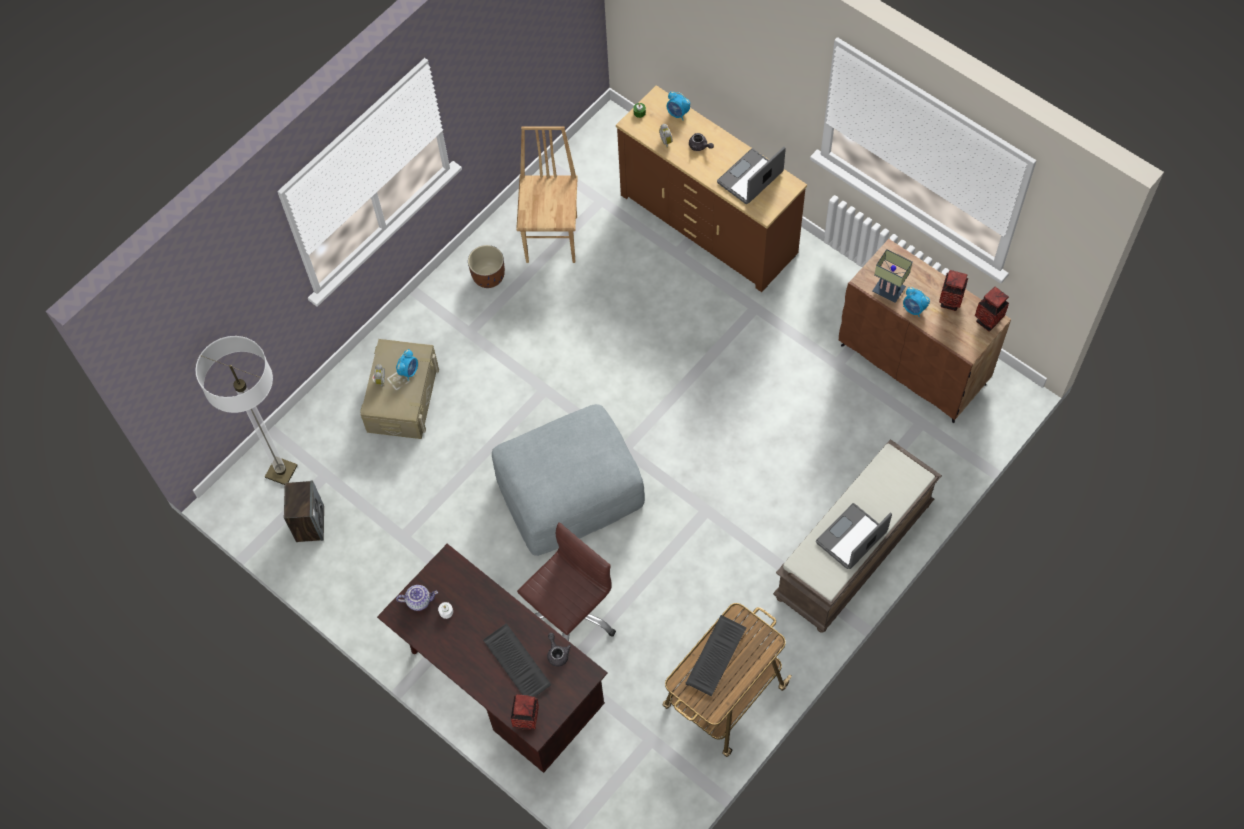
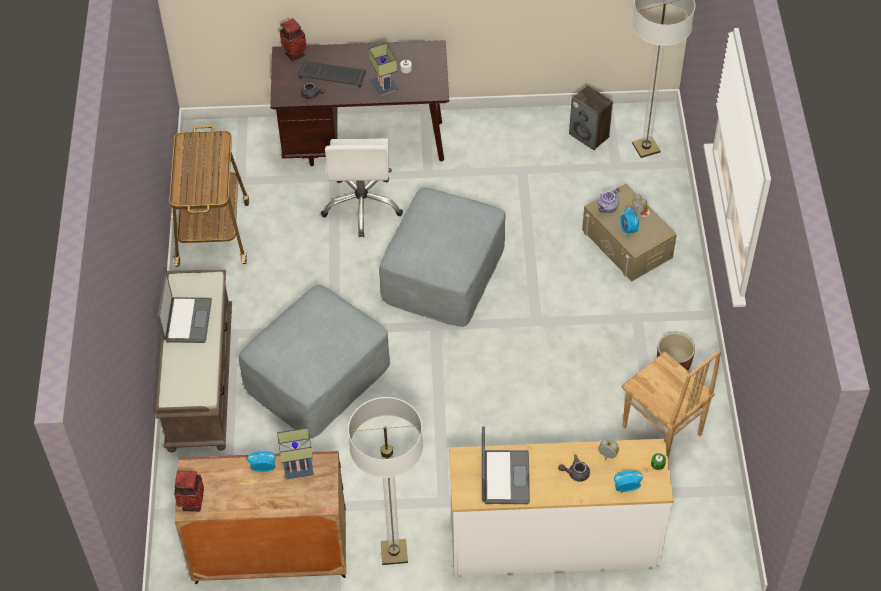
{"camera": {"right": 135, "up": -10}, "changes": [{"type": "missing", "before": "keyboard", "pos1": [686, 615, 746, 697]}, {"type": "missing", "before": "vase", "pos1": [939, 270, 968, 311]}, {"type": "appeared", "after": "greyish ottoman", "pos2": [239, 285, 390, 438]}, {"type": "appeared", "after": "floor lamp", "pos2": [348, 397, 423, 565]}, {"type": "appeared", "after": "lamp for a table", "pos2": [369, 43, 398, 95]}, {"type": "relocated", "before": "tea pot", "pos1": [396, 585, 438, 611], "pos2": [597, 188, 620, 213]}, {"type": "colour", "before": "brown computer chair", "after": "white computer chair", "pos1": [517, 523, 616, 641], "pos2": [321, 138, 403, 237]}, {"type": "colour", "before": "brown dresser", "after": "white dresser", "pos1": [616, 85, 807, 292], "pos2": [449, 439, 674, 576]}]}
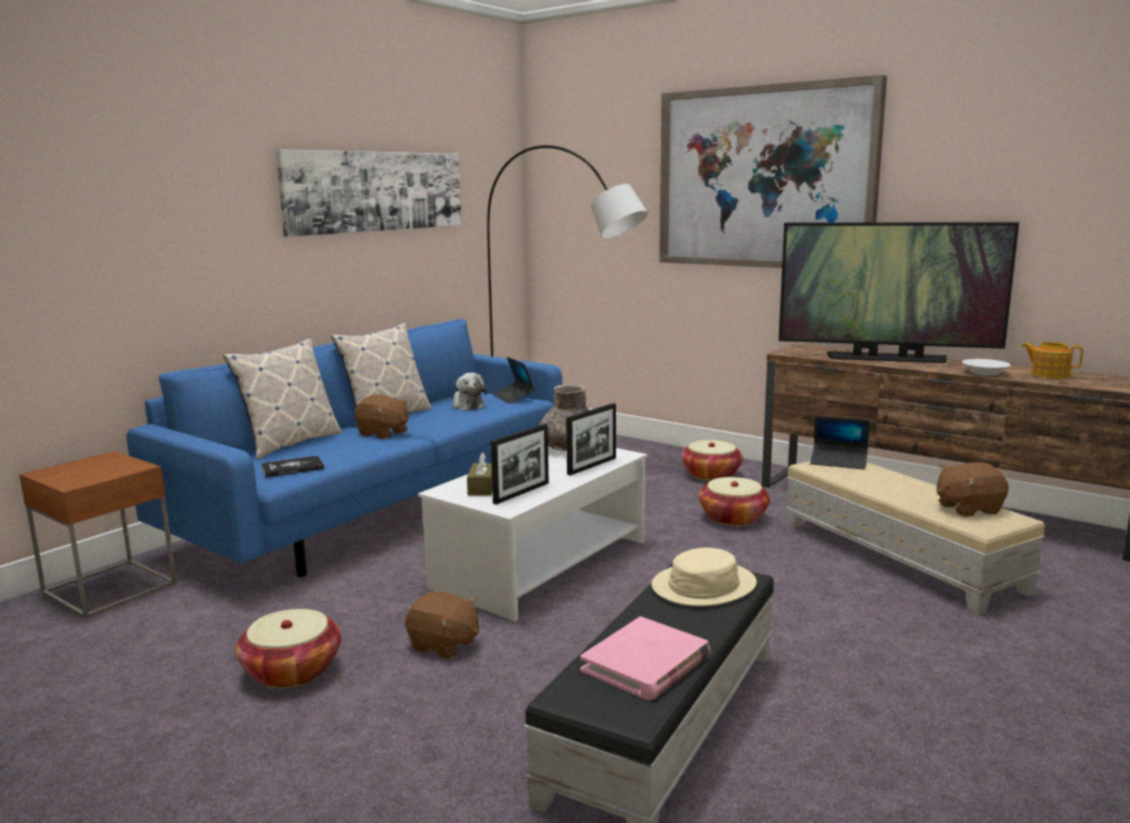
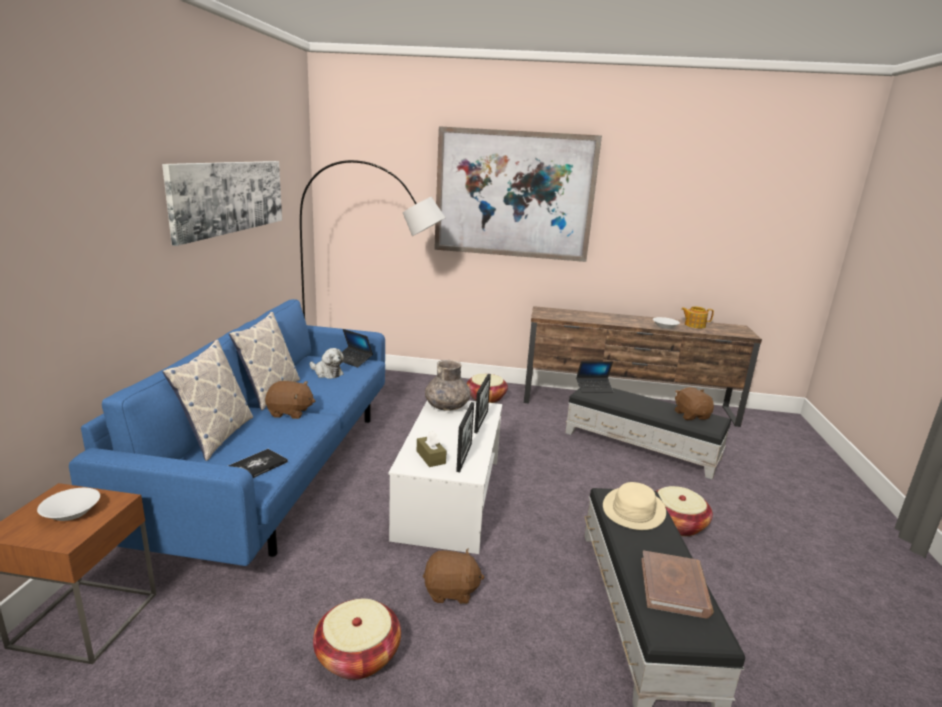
{"camera": {"right": -30, "up": 5}, "changes": [{"type": "missing", "before": "TV", "pos1": [779, 222, 1019, 363]}, {"type": "appeared", "after": "white bowl", "pos2": [37, 488, 100, 521]}, {"type": "relocated", "before": "basket", "pos1": [699, 477, 770, 526], "pos2": [657, 486, 713, 536]}, {"type": "colour", "before": "pink-coloured bound book", "after": "brown bound book", "pos1": [580, 616, 711, 700], "pos2": [641, 550, 714, 619]}, {"type": "colour", "before": "beige-coloured ottoman", "after": "blackish ottoman", "pos1": [785, 461, 1045, 616], "pos2": [565, 388, 731, 479]}, {"type": "spun", "before": "brown cuddly toy", "pos1": [936, 462, 1009, 517], "pos2": [675, 387, 714, 420], "turn": 120}]}
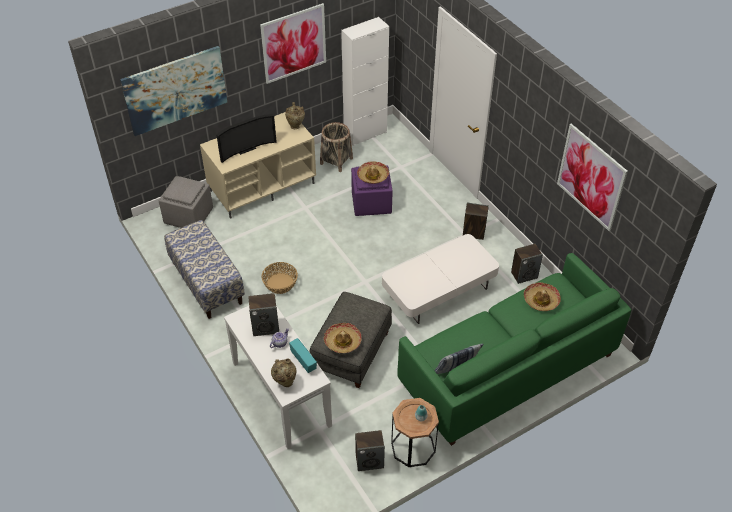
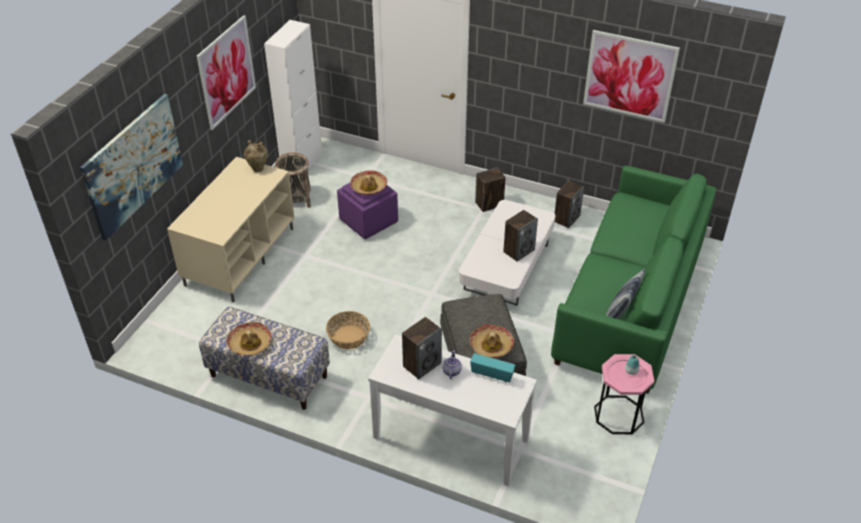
{"camera": {"right": -35, "up": -5}, "changes": [{"type": "missing", "before": "greyish ottoman", "pos1": [159, 176, 213, 228]}, {"type": "missing", "before": "TV", "pos1": [216, 114, 277, 163]}, {"type": "missing", "before": "beige-coloured vase", "pos1": [271, 359, 297, 387]}, {"type": "relocated", "before": "audio speaker", "pos1": [355, 430, 385, 471], "pos2": [503, 210, 538, 262]}, {"type": "relocated", "before": "clothing hat", "pos1": [524, 282, 561, 311], "pos2": [227, 322, 272, 356]}, {"type": "colour", "before": "brown accent table", "after": "pink-coloured accent table", "pos1": [391, 398, 439, 467], "pos2": [594, 354, 654, 434]}]}
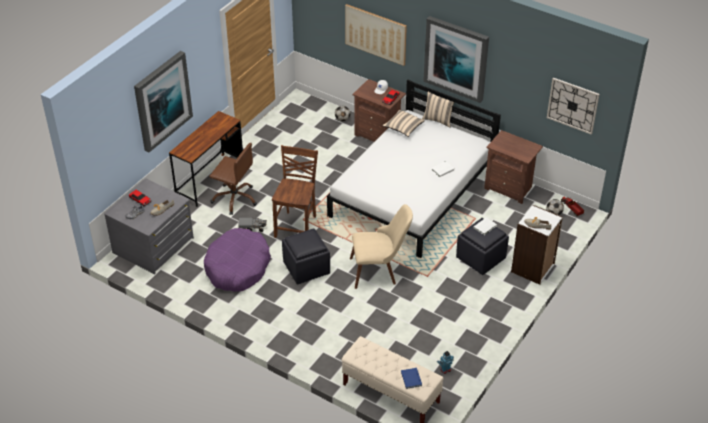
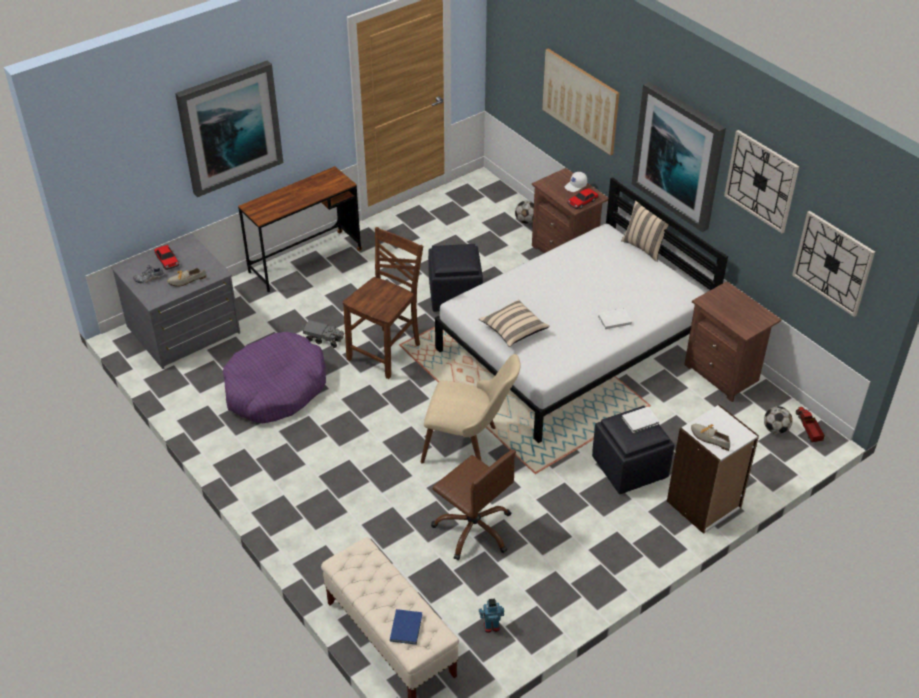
{"camera": {"right": 20, "up": 0}, "changes": [{"type": "appeared", "after": "wall clock", "pos2": [724, 130, 799, 233]}, {"type": "relocated", "before": "brown computer chair", "pos1": [209, 143, 257, 215], "pos2": [431, 449, 516, 561]}, {"type": "relocated", "before": "blackish ottoman", "pos1": [282, 229, 330, 284], "pos2": [428, 244, 483, 312]}, {"type": "relocated", "before": "beige-coloured throw pillow", "pos1": [382, 110, 425, 137], "pos2": [479, 300, 549, 347]}]}
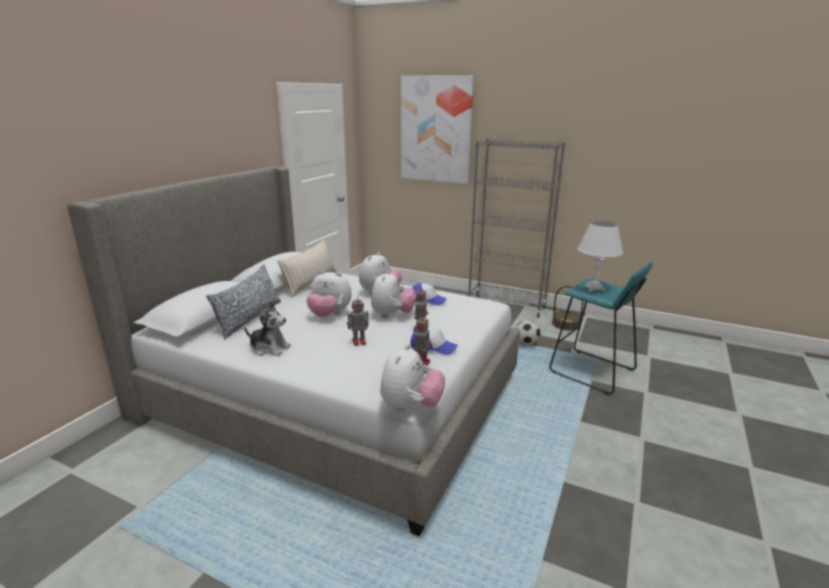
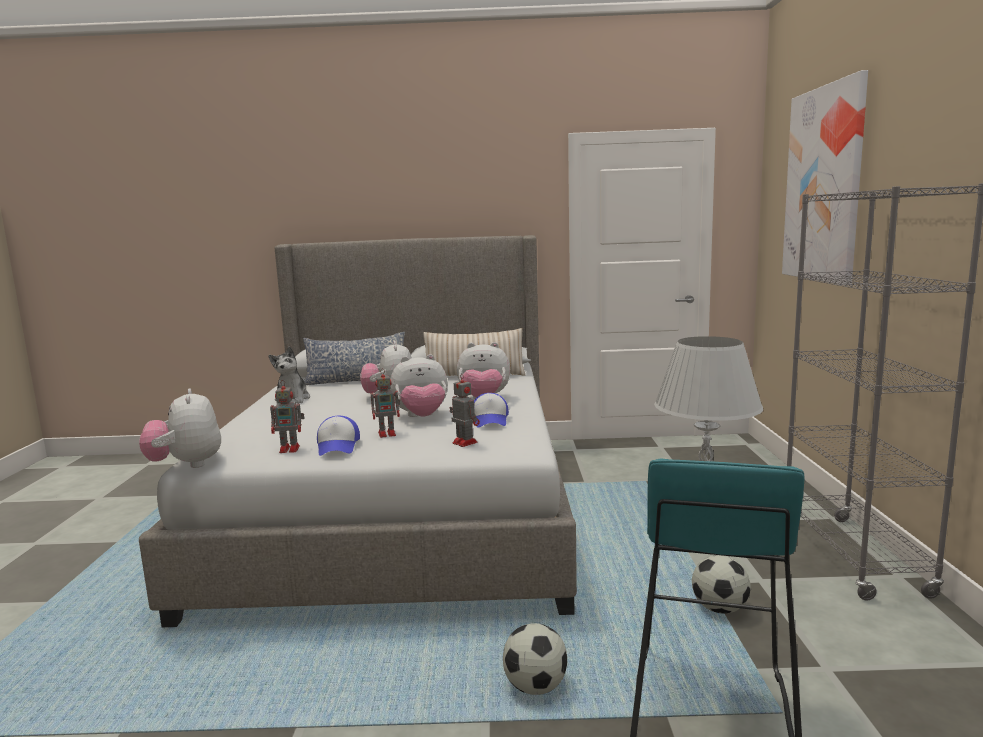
{"camera": {"right": 65, "up": -10}, "changes": [{"type": "missing", "before": "basket", "pos1": [552, 286, 583, 331]}, {"type": "appeared", "after": "football ball", "pos2": [503, 623, 567, 695]}, {"type": "relocated", "before": "toy robot", "pos1": [347, 296, 369, 346], "pos2": [450, 374, 480, 447]}, {"type": "spun", "before": "cuddly toy", "pos1": [380, 344, 445, 411], "pos2": [139, 388, 221, 468], "turn": 75}]}
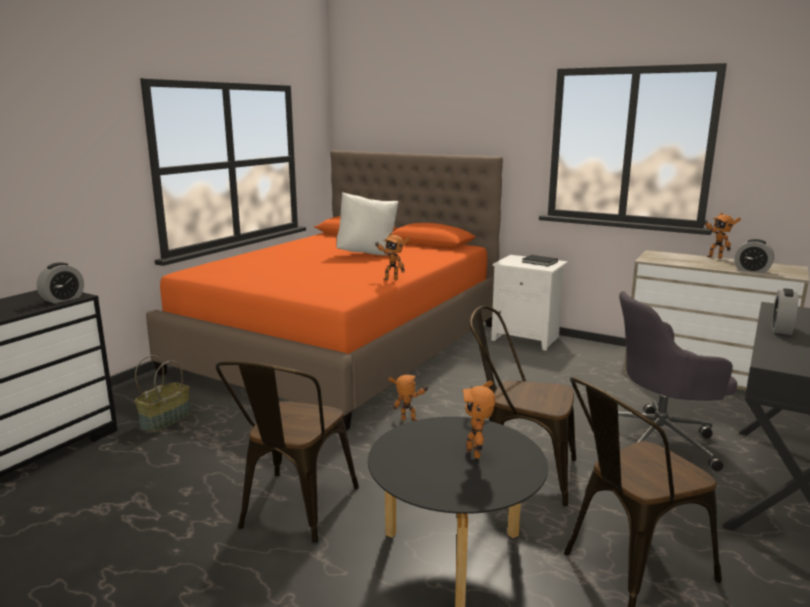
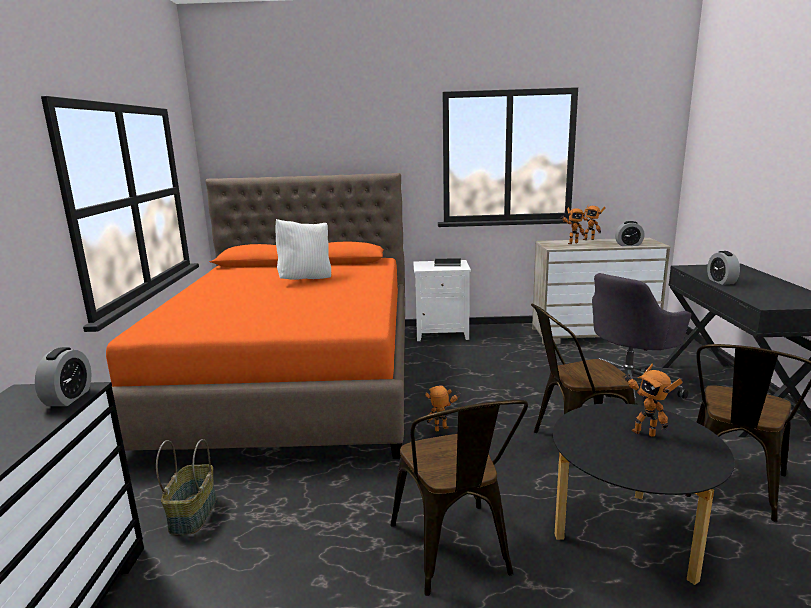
{"camera": {"right": -30, "up": 0}, "changes": [{"type": "relocated", "before": "toy robot", "pos1": [374, 232, 410, 280], "pos2": [561, 207, 586, 244]}]}
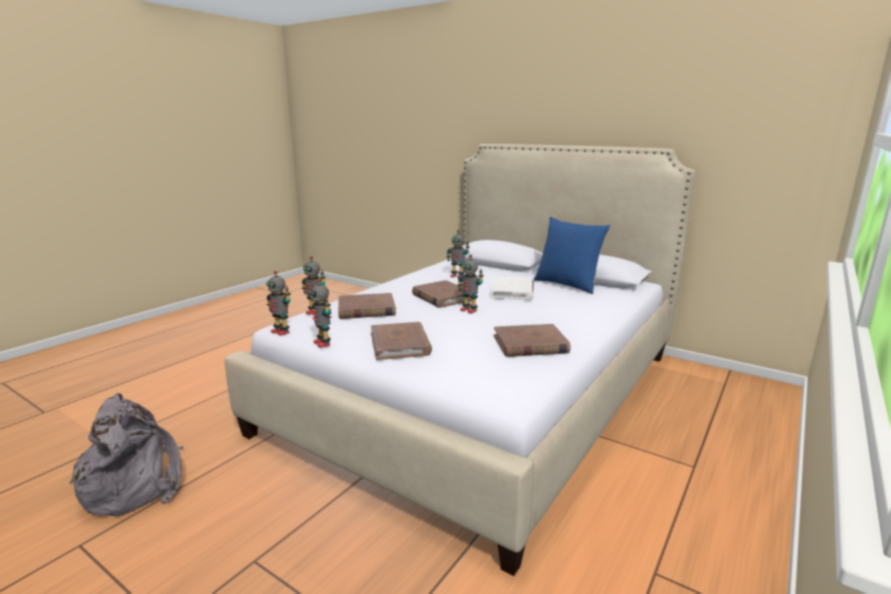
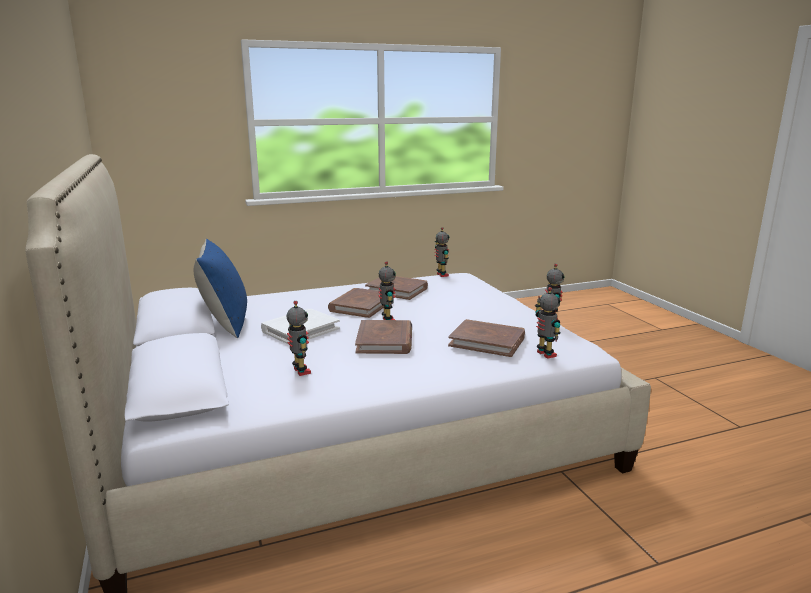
{"camera": {"right": -145, "up": 0}, "changes": [{"type": "missing", "before": "greyish rucksack", "pos1": [70, 393, 184, 516]}, {"type": "relocated", "before": "toy robot", "pos1": [266, 271, 291, 336], "pos2": [435, 227, 449, 277]}, {"type": "relocated", "before": "brown bound book", "pos1": [371, 322, 432, 360], "pos2": [328, 288, 384, 318]}]}
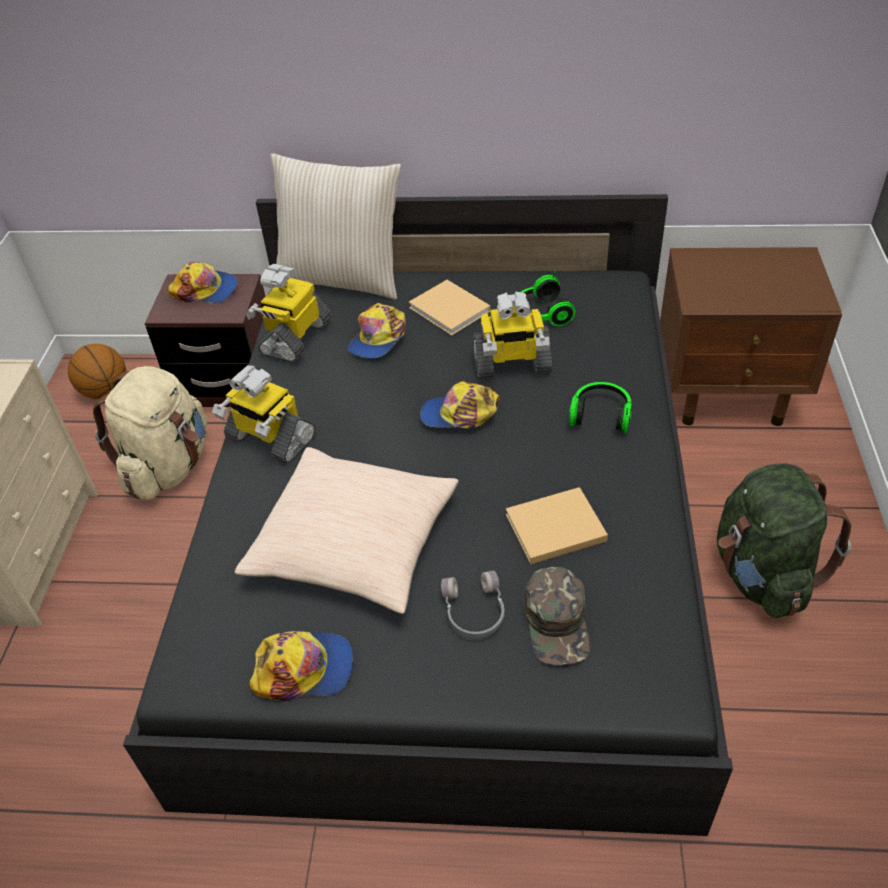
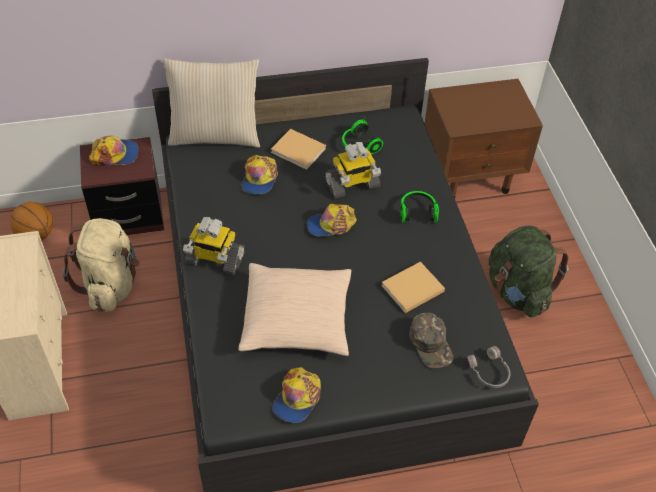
{"camera": {"right": -20, "up": 5}, "changes": [{"type": "missing", "before": "toy robot", "pos1": [246, 264, 332, 362]}, {"type": "relocated", "before": "greyish pair of headphones", "pos1": [441, 570, 504, 638], "pos2": [467, 346, 511, 388]}, {"type": "spun", "before": "baseball cap", "pos1": [249, 631, 353, 701], "pos2": [272, 367, 321, 423], "turn": 135}]}
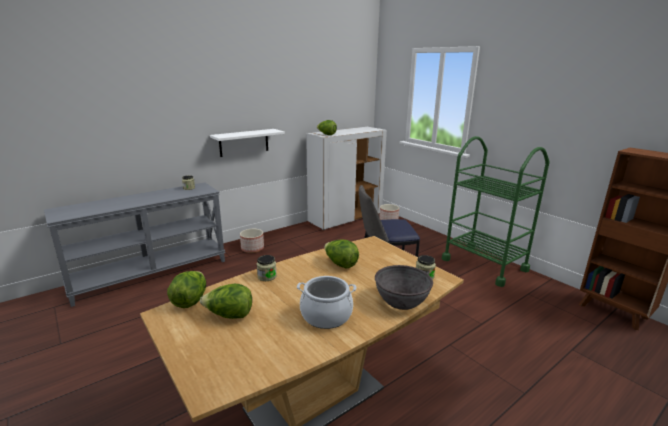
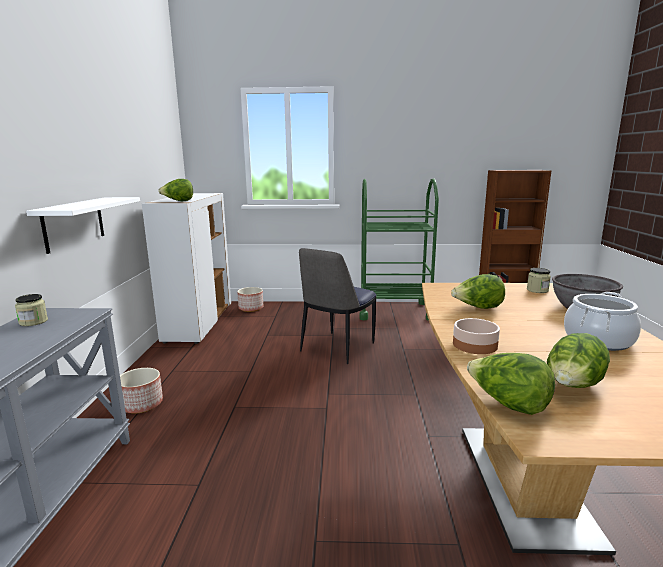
{"camera": {"right": -50, "up": -5}, "changes": [{"type": "exchanged", "before": "preserve jar", "after": "bowl", "pos1": [257, 255, 277, 281], "pos2": [453, 318, 500, 354]}]}
